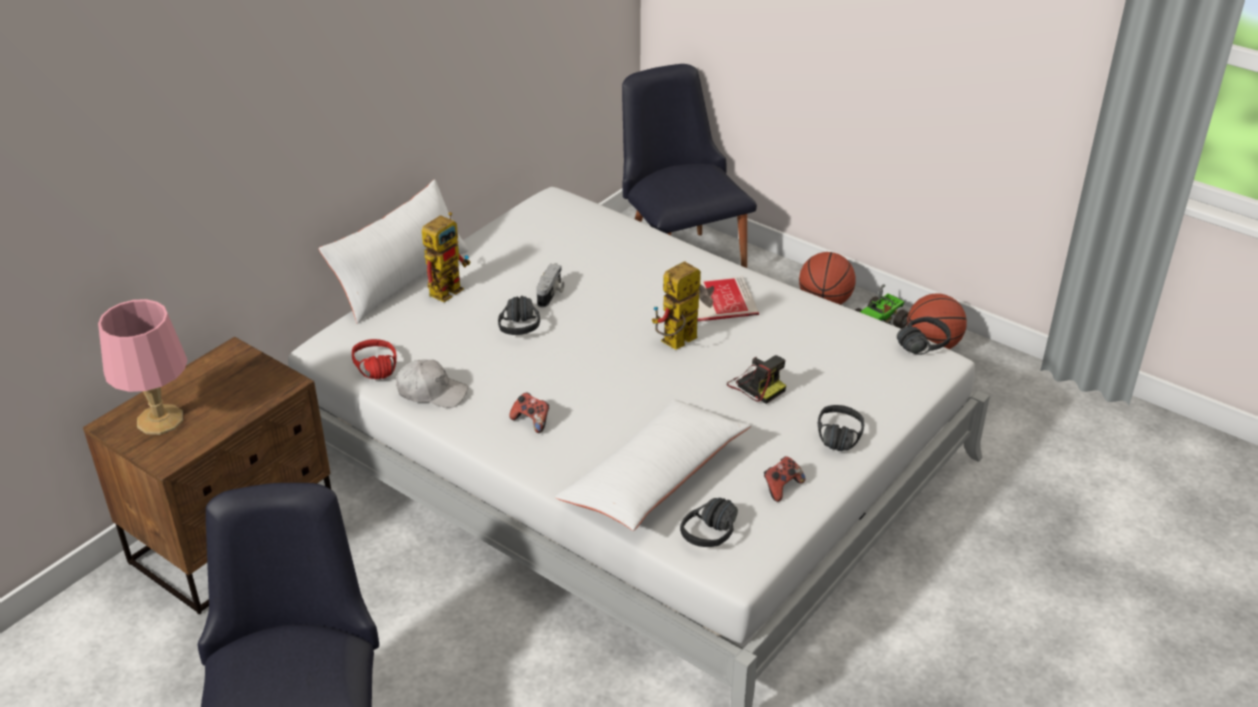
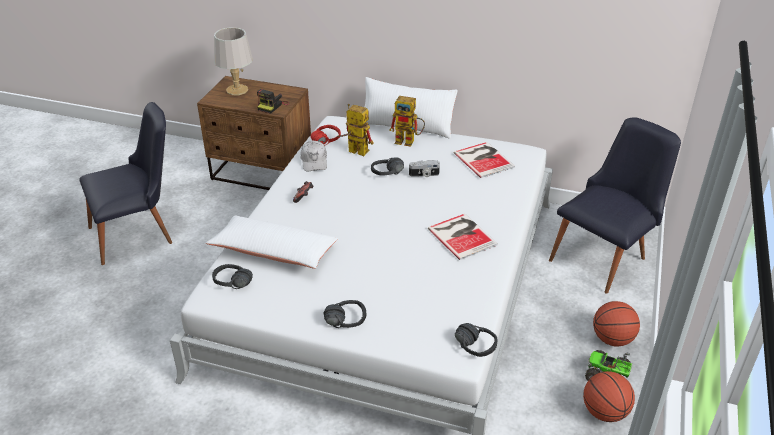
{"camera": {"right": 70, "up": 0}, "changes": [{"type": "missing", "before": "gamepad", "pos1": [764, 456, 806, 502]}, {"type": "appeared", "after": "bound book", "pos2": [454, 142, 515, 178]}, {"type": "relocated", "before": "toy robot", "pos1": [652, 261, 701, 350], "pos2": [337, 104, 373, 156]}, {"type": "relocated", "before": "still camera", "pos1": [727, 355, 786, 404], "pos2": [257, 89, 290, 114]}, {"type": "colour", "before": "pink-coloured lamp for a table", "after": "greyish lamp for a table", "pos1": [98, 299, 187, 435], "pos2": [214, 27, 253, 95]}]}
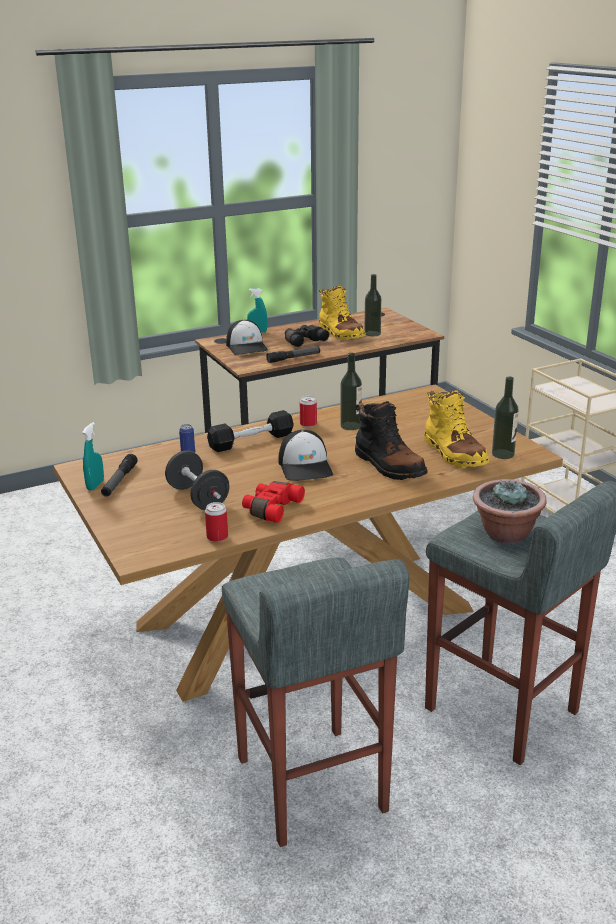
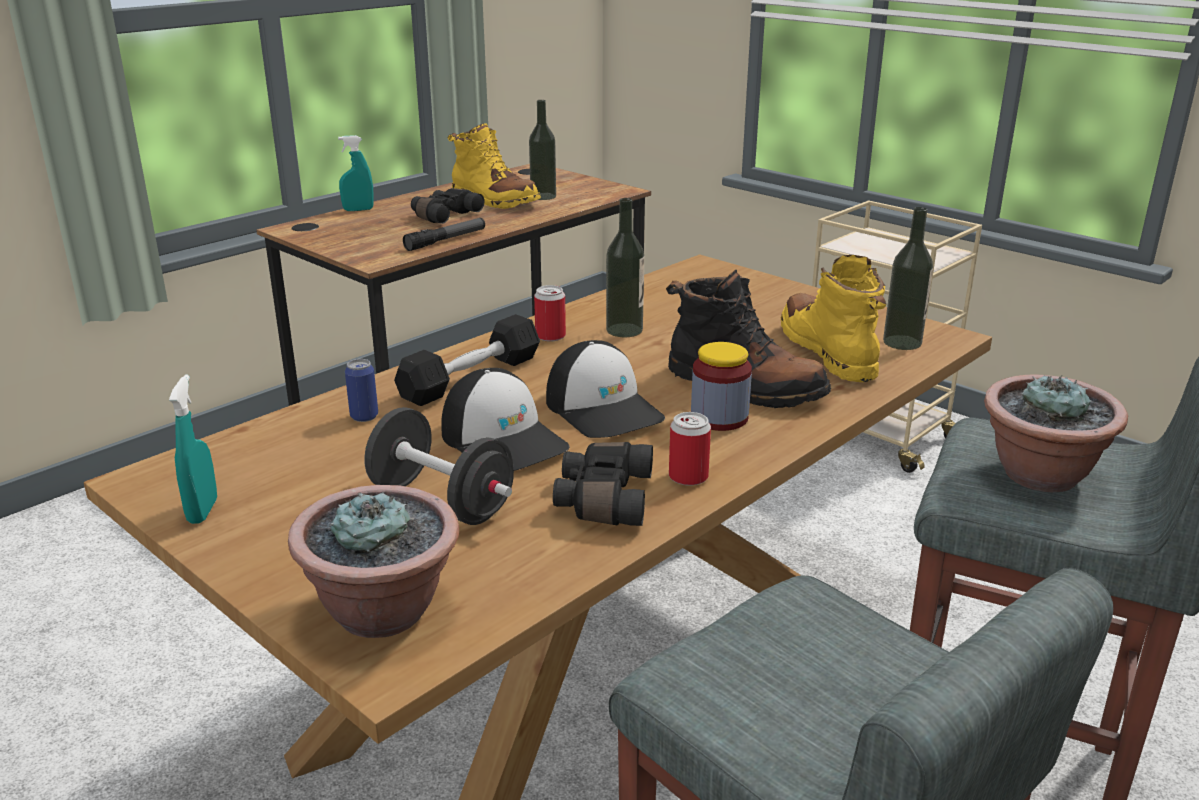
{"camera": {"right": -20, "up": 0}, "changes": [{"type": "missing", "before": "hand torch", "pos1": [101, 454, 138, 497]}, {"type": "appeared", "after": "plant in a pot", "pos2": [288, 485, 459, 638]}, {"type": "appeared", "after": "preserve jar", "pos2": [691, 342, 752, 431]}, {"type": "relocated", "before": "can", "pos1": [205, 502, 228, 542], "pos2": [669, 412, 711, 486]}, {"type": "relocated", "before": "baseball cap", "pos1": [226, 320, 268, 355], "pos2": [441, 368, 570, 471]}, {"type": "colour", "before": "red-coloured field glasses", "after": "blackish field glasses", "pos1": [242, 481, 305, 523], "pos2": [553, 442, 653, 526]}, {"type": "spun", "before": "yellow-coloured tall boot", "pos1": [424, 390, 489, 468], "pos2": [781, 255, 887, 382], "turn": -150}]}
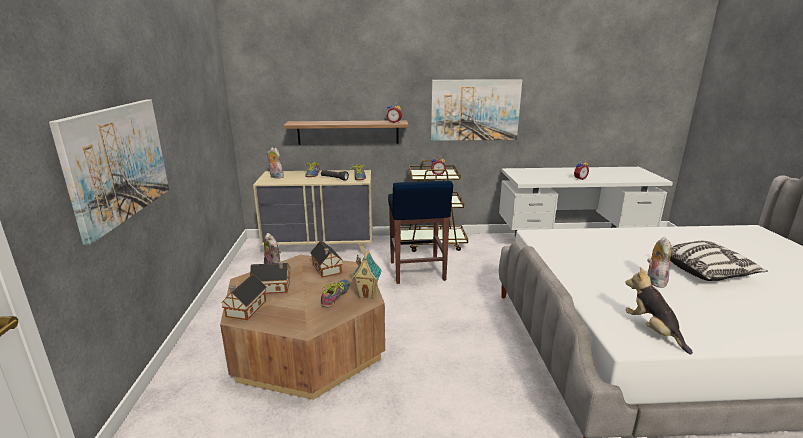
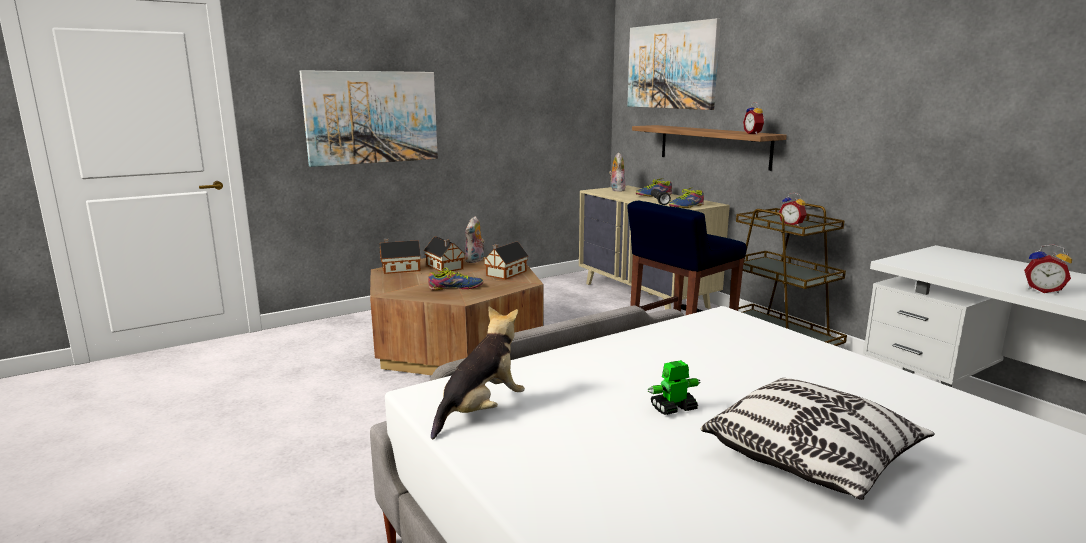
{"camera": {"right": 60, "up": -5}, "changes": [{"type": "missing", "before": "model house", "pos1": [352, 250, 382, 299]}, {"type": "relocated", "before": "picture", "pos1": [431, 79, 522, 141], "pos2": [627, 18, 721, 110]}, {"type": "exchanged", "before": "cuddly toy", "after": "toy robot", "pos1": [647, 237, 672, 288], "pos2": [648, 360, 700, 415]}]}
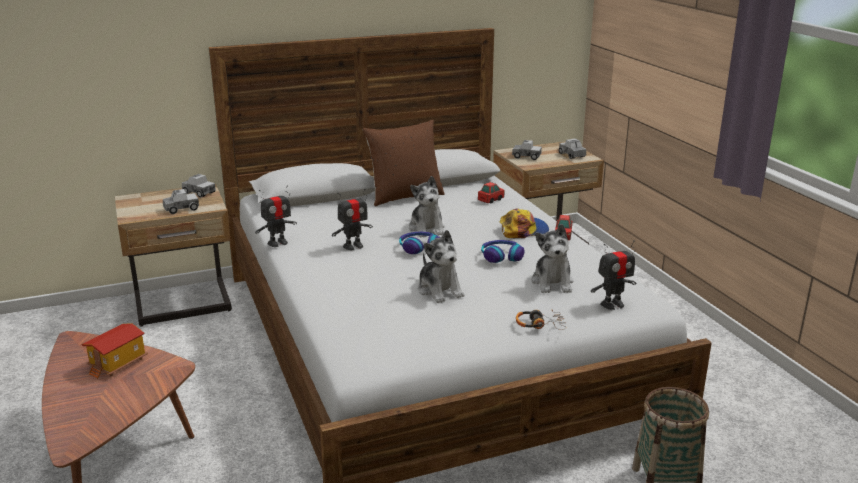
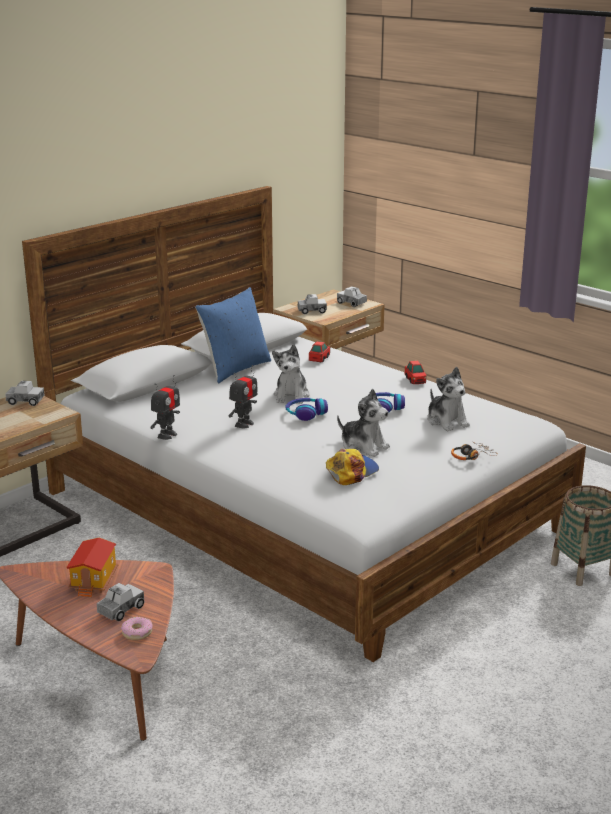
{"camera": {"right": -25, "up": 0}, "changes": [{"type": "missing", "before": "toy robot", "pos1": [591, 240, 636, 310]}, {"type": "appeared", "after": "doughnut", "pos2": [121, 617, 153, 640]}, {"type": "relocated", "before": "toy lorry", "pos1": [163, 189, 199, 214], "pos2": [97, 583, 144, 621]}, {"type": "relocated", "before": "baseball cap", "pos1": [499, 208, 549, 238], "pos2": [326, 449, 379, 485]}, {"type": "colour", "before": "brown throw pillow", "after": "blue throw pillow", "pos1": [363, 120, 445, 206], "pos2": [195, 287, 271, 383]}, {"type": "spun", "before": "cuddly toy", "pos1": [409, 176, 445, 237], "pos2": [272, 344, 310, 404], "turn": 45}]}
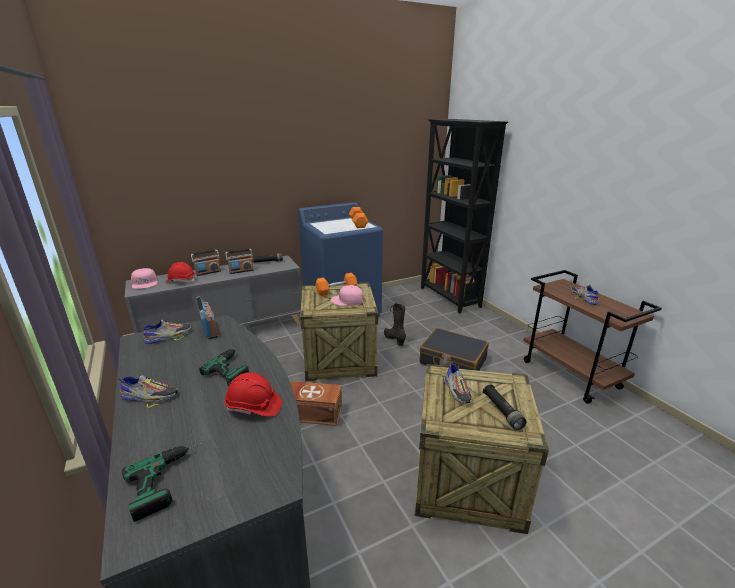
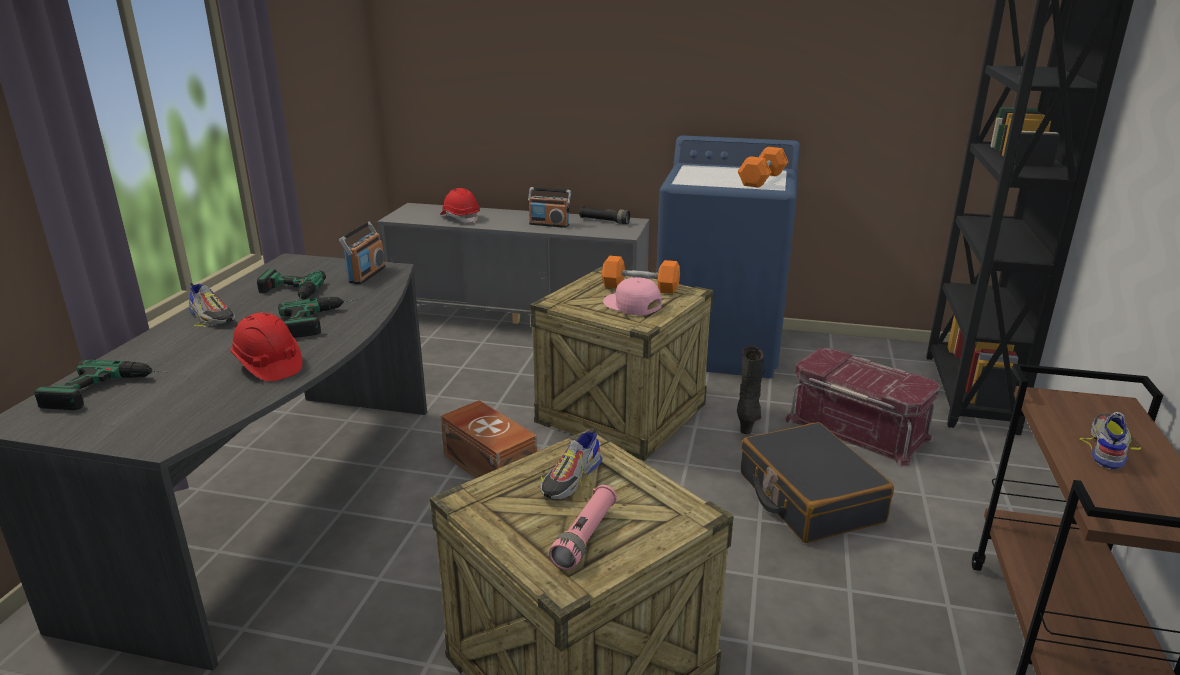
{"camera": {"right": 40, "up": 0}, "changes": [{"type": "missing", "before": "pink-coloured baseball cap", "pos1": [131, 268, 157, 289]}, {"type": "missing", "before": "shoe", "pos1": [141, 320, 191, 344]}, {"type": "missing", "before": "radio set", "pos1": [191, 250, 221, 276]}, {"type": "appeared", "after": "electric drill", "pos2": [257, 269, 326, 301]}, {"type": "appeared", "after": "red-coloured storage bin", "pos2": [785, 348, 940, 466]}, {"type": "colour", "before": "blackish hand torch", "after": "pink-coloured hand torch", "pos1": [483, 384, 527, 430], "pos2": [549, 485, 617, 570]}]}
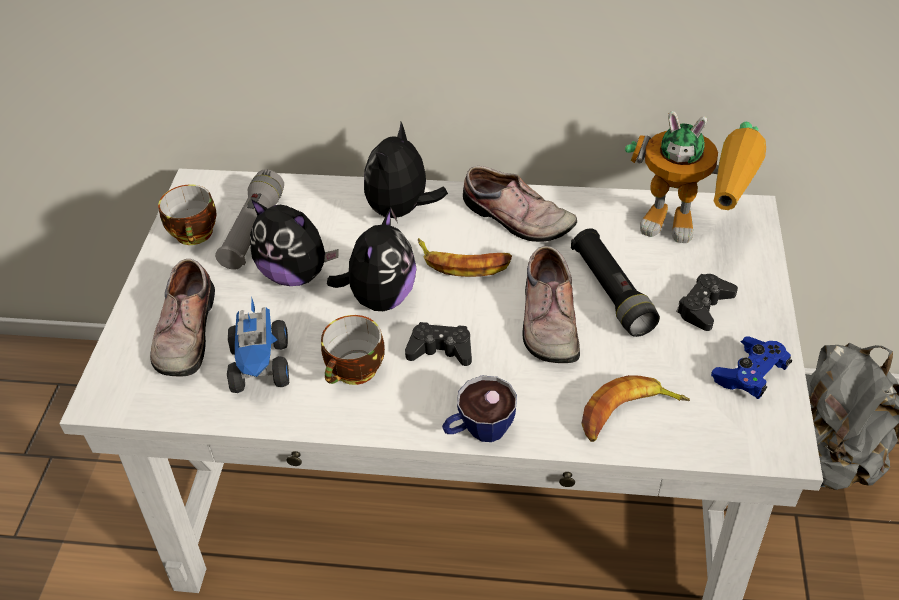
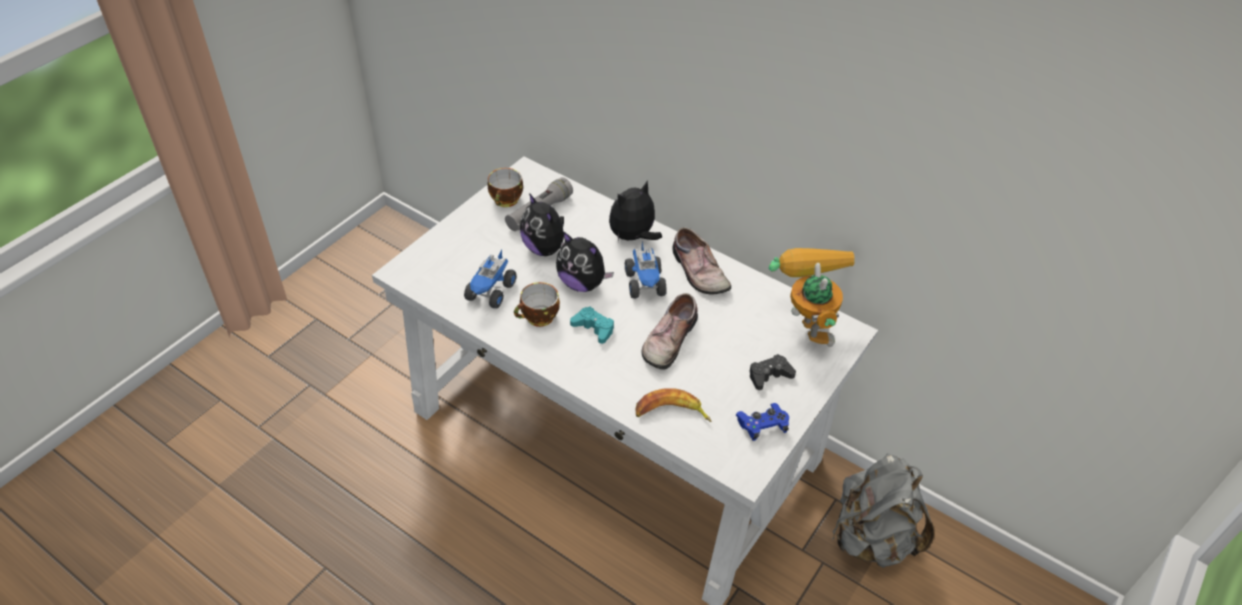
{"camera": {"right": 25, "up": 0}, "changes": [{"type": "missing", "before": "shoe", "pos1": [150, 259, 215, 376]}, {"type": "missing", "before": "cup", "pos1": [442, 376, 517, 442]}, {"type": "missing", "before": "blackish hand torch", "pos1": [571, 228, 660, 337]}, {"type": "exchanged", "before": "banana fruit", "after": "toy lorry", "pos1": [418, 238, 512, 277], "pos2": [625, 242, 666, 299]}, {"type": "colour", "before": "blackish gamepad", "after": "turquoise gamepad", "pos1": [405, 322, 472, 366], "pos2": [570, 306, 614, 344]}, {"type": "spun", "before": "cuddly toy", "pos1": [327, 208, 417, 311], "pos2": [556, 231, 614, 292], "turn": 75}, {"type": "spun", "before": "toy robot", "pos1": [625, 111, 766, 243], "pos2": [769, 248, 855, 347], "turn": -150}]}
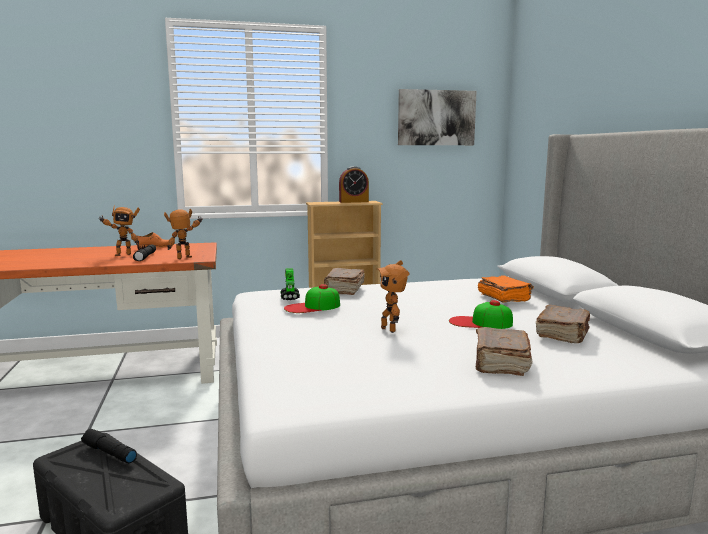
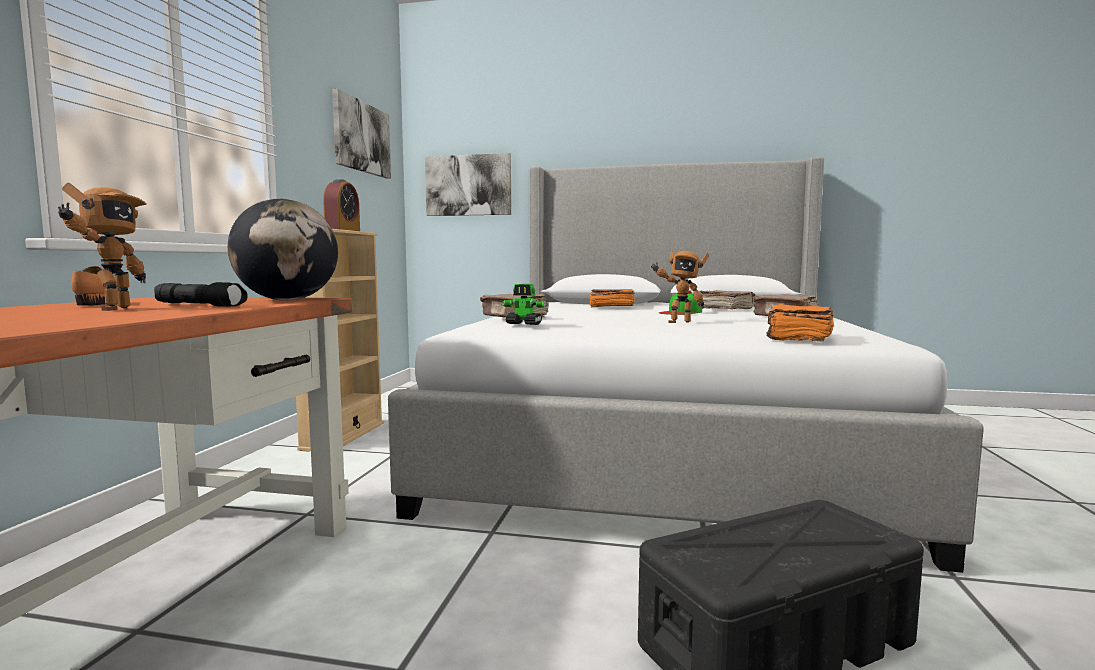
{"camera": {"right": -65, "up": -5}, "changes": [{"type": "missing", "before": "blackish hand torch", "pos1": [81, 429, 137, 463]}, {"type": "missing", "before": "baseball cap", "pos1": [284, 284, 340, 313]}, {"type": "appeared", "after": "picture", "pos2": [425, 153, 511, 216]}, {"type": "appeared", "after": "orange bound book", "pos2": [766, 304, 834, 342]}, {"type": "exchanged", "before": "toy robot", "after": "globe", "pos1": [164, 209, 203, 259], "pos2": [228, 199, 338, 301]}]}
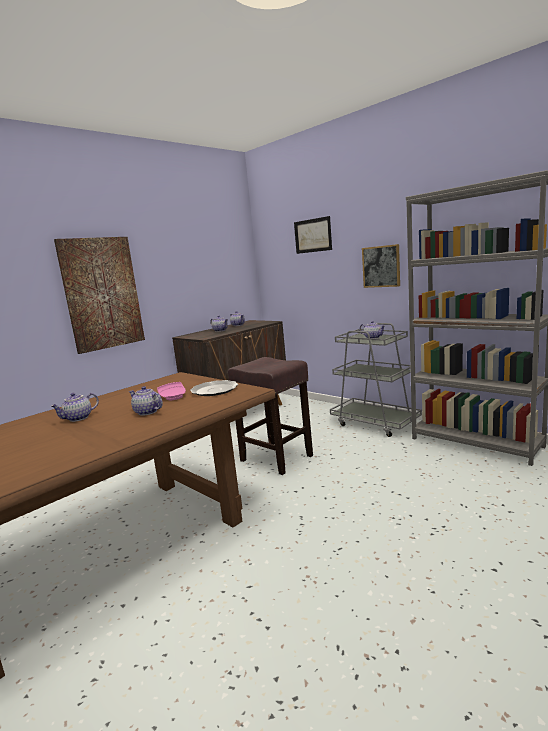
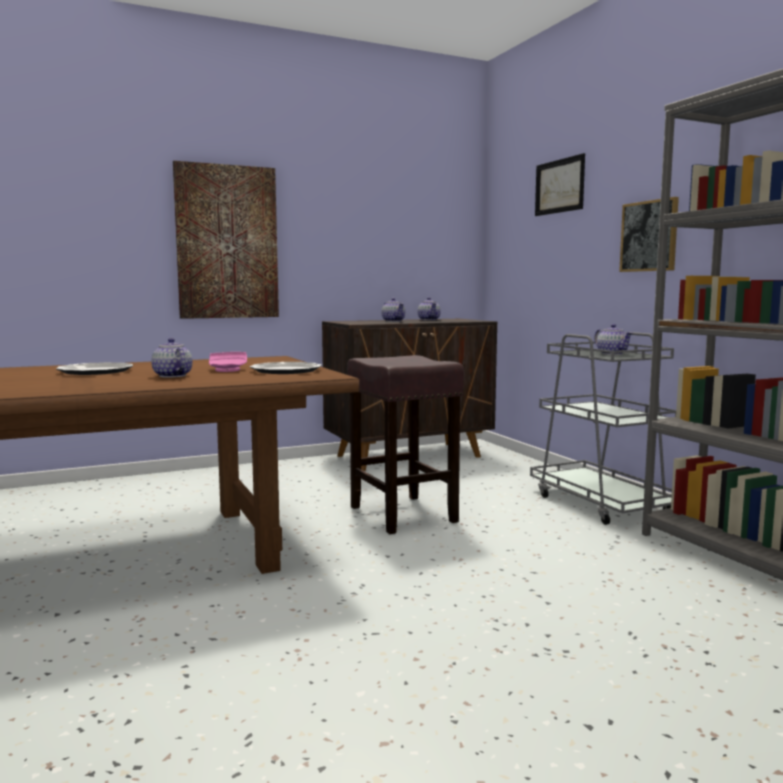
{"camera": {"right": 20, "up": -5}, "changes": [{"type": "exchanged", "before": "tea pot", "after": "plate", "pos1": [50, 393, 99, 422], "pos2": [56, 362, 133, 375]}]}
